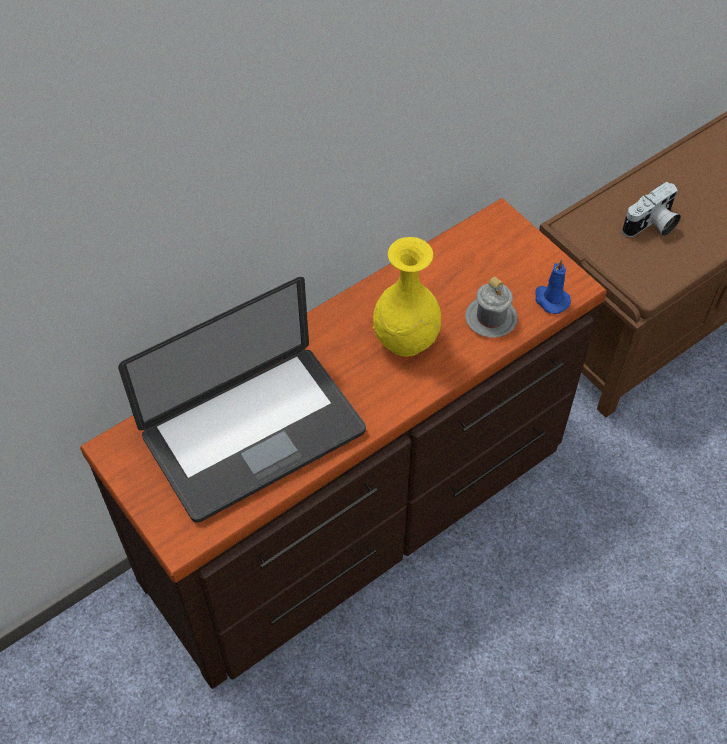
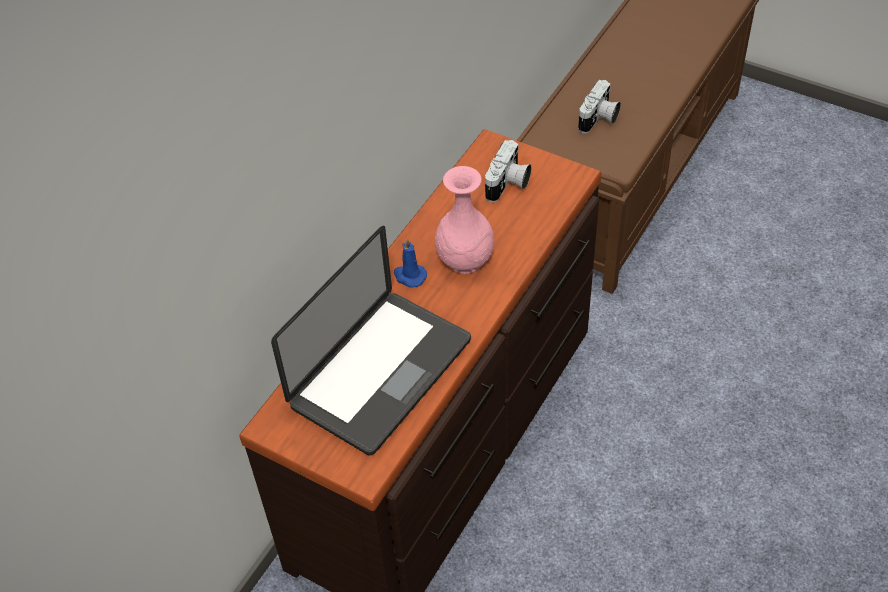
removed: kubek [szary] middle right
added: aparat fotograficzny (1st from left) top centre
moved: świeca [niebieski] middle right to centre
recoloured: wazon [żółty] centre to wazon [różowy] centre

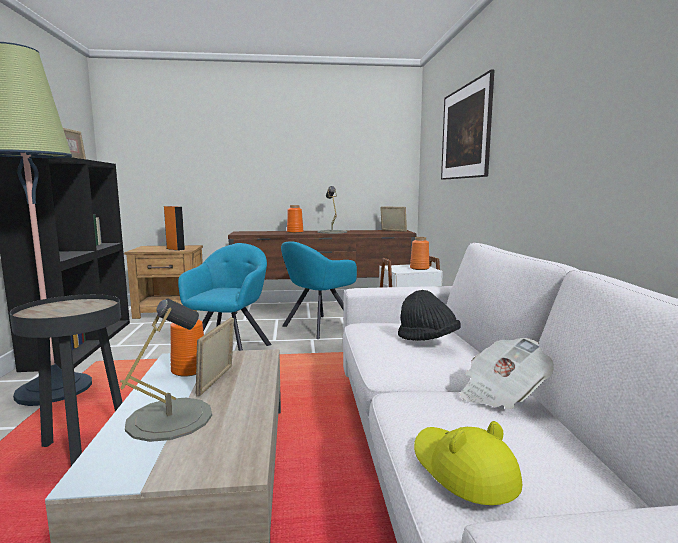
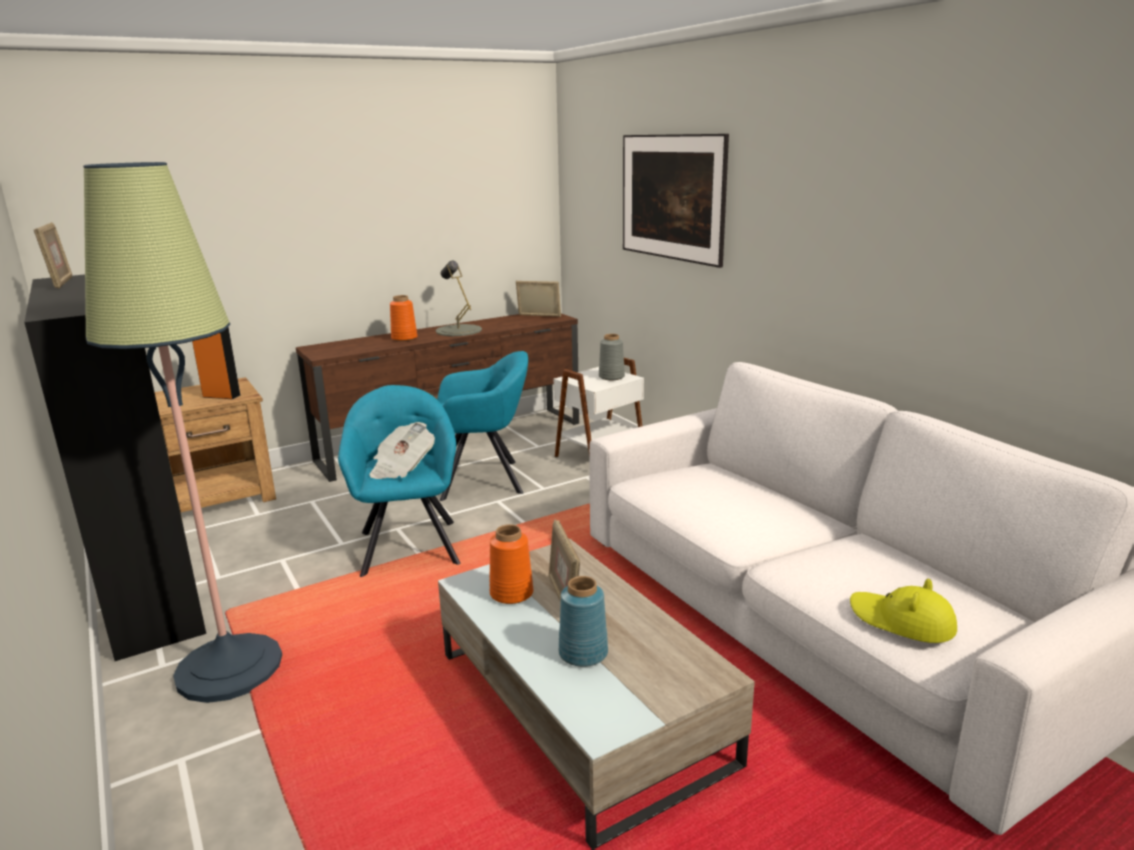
removed: stolik [czarny] bottom left; kapelusz [czarny] centre
moved: gazeta bottom right to centre
replaced: lampa stołowa [szary] (1st from left) bottom left to wazon [niebieski] bottom centre
recoloured: wazon [pomarańczowy] (3rd from left) centre to wazon [szary] centre
turned: fotel [turkusowy] (2nd from left) centre = centre 120 degrees counterclockwise

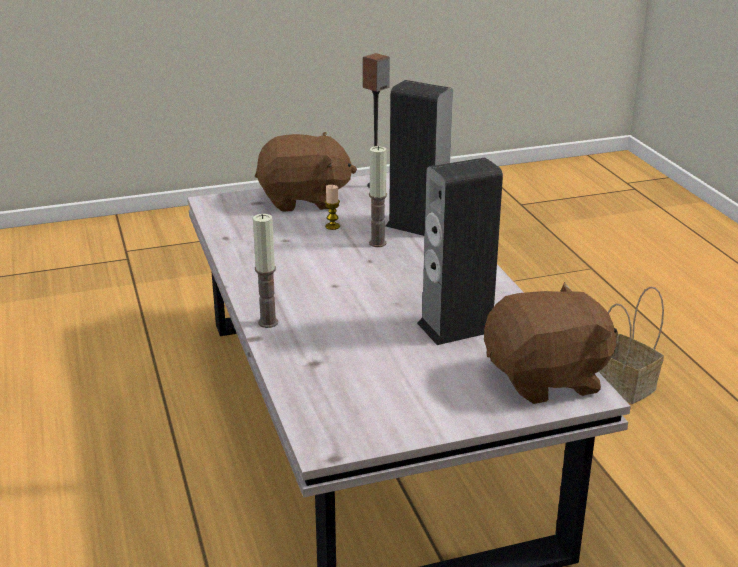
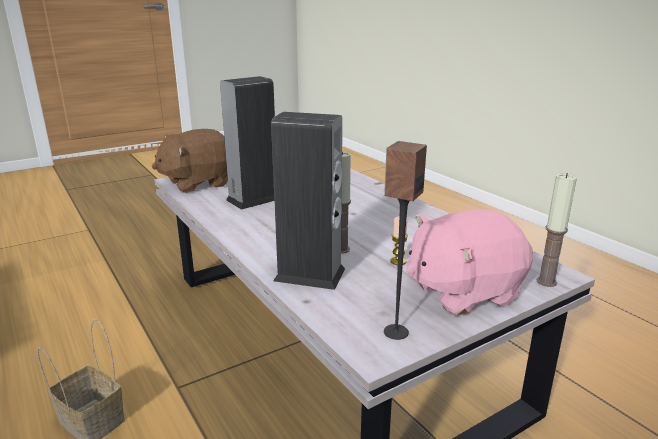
moved: świeca (1st from left in the first image) centre to świeca (3rd from left) middle right
recoloured: pluszak [brązowy] (1st from left) top centre to pluszak [różowy] middle right

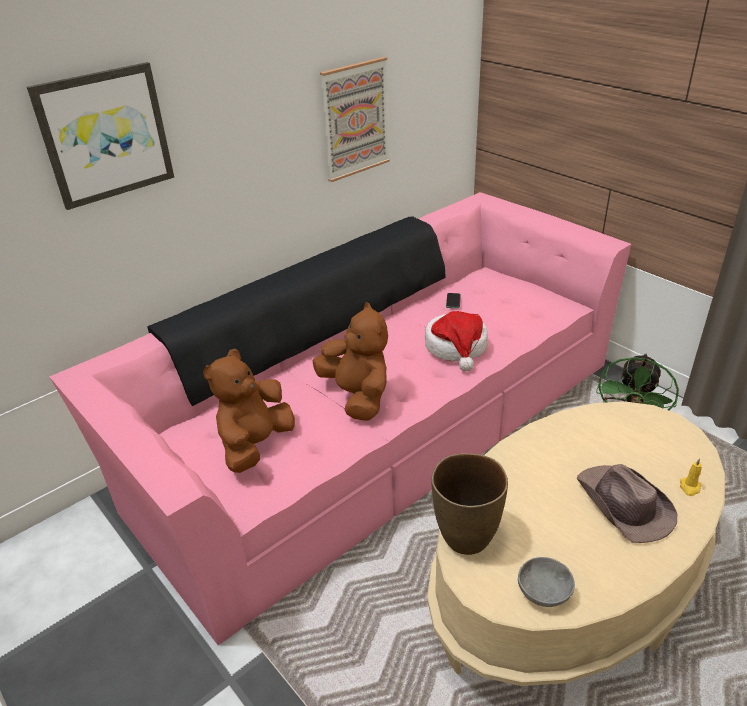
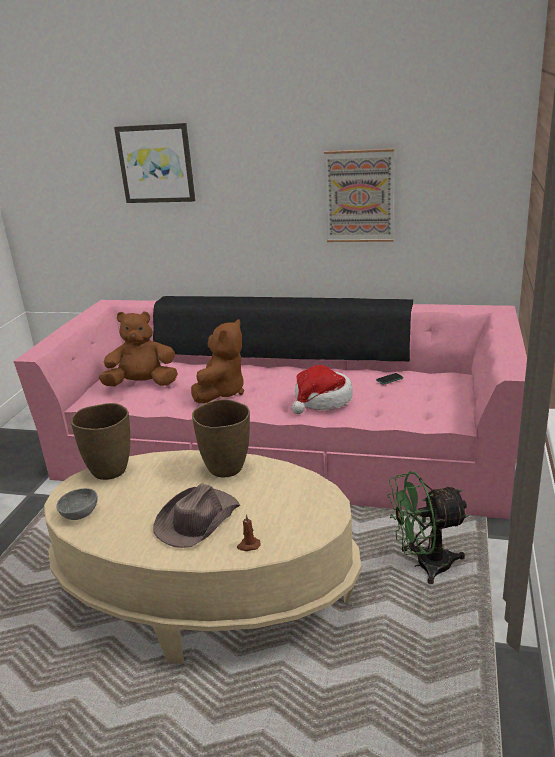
added: wazon [brązowy] (2nd from left) centre
recoloured: świeca [żółty] bottom right to świeca [brązowy] bottom centre

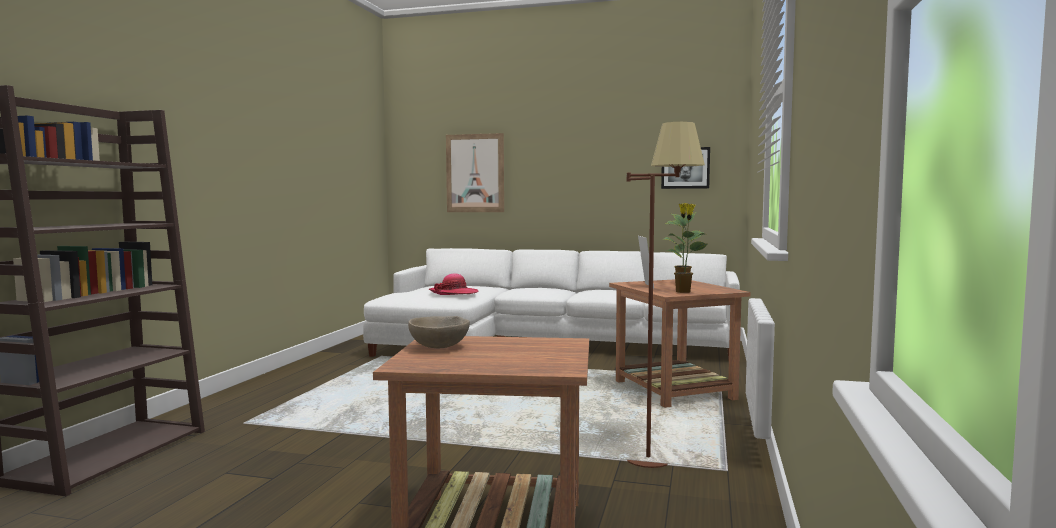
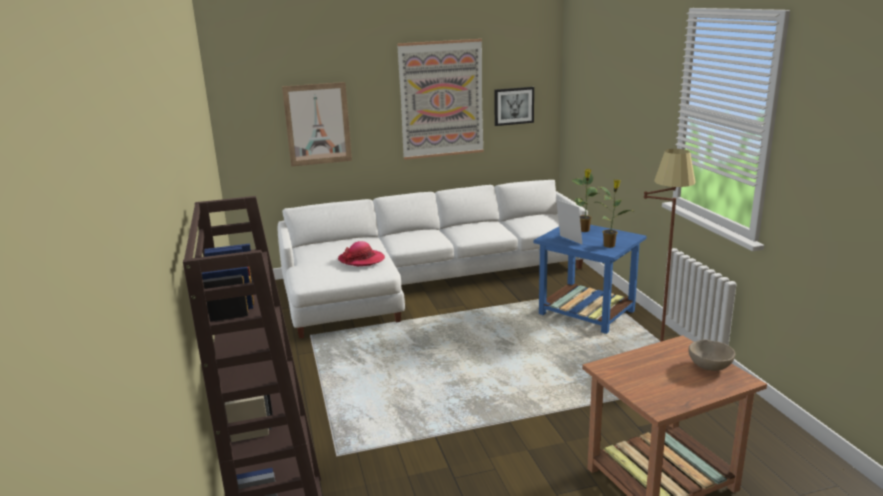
added: obraz (2nd from left) top centre
moved: miska [beżowy] centre to bottom right
recoloured: stolik [brązowy] (2nd from left) centre to stolik [niebieski] middle right

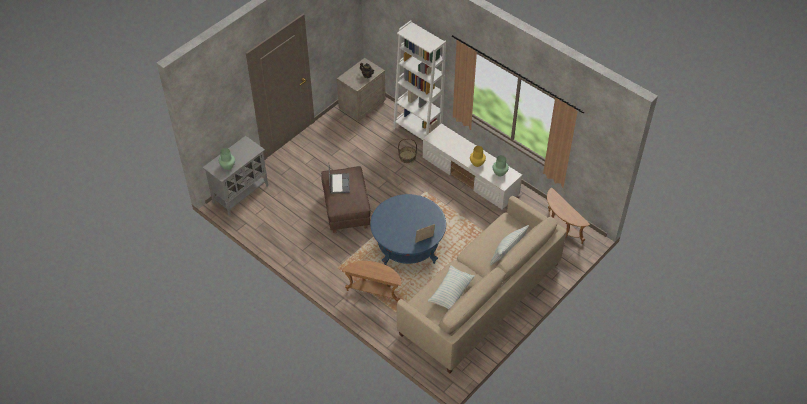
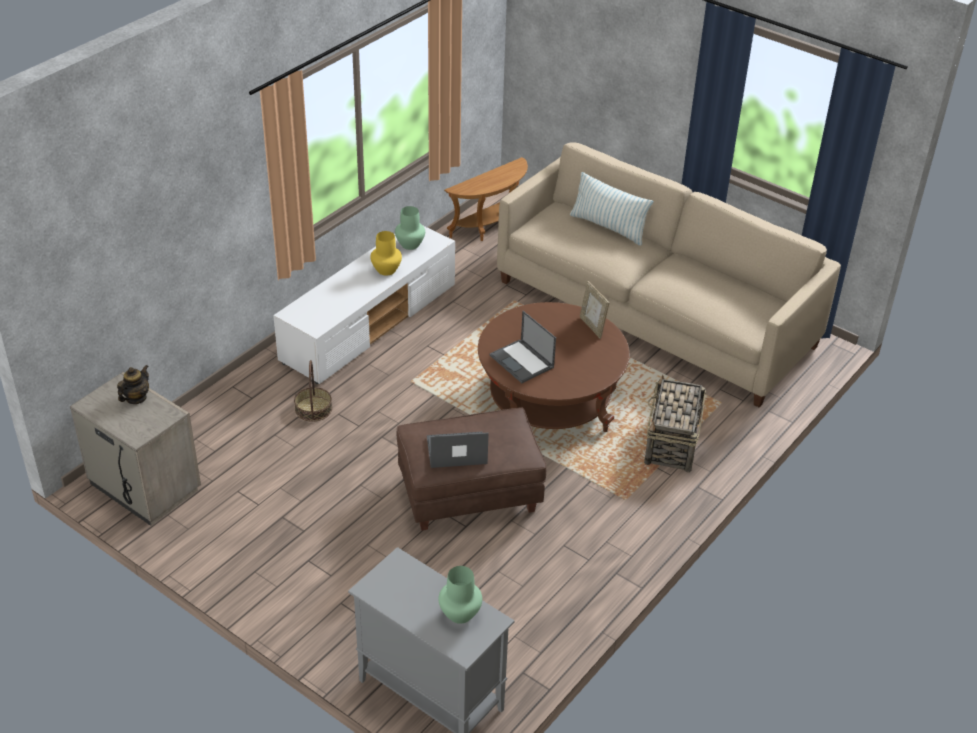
removed: regał [biały] top centre; poduszka (1st from left) bottom centre
added: laptop (2nd from left) centre
replaced: stolik [brązowy] (1st from left) bottom centre to koszyk (2nd from left) middle right
recoloured: ława [niebieski] centre to ława [brązowy] centre

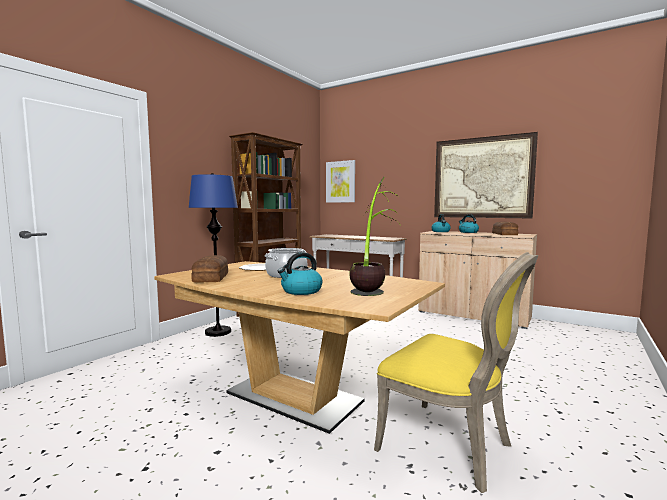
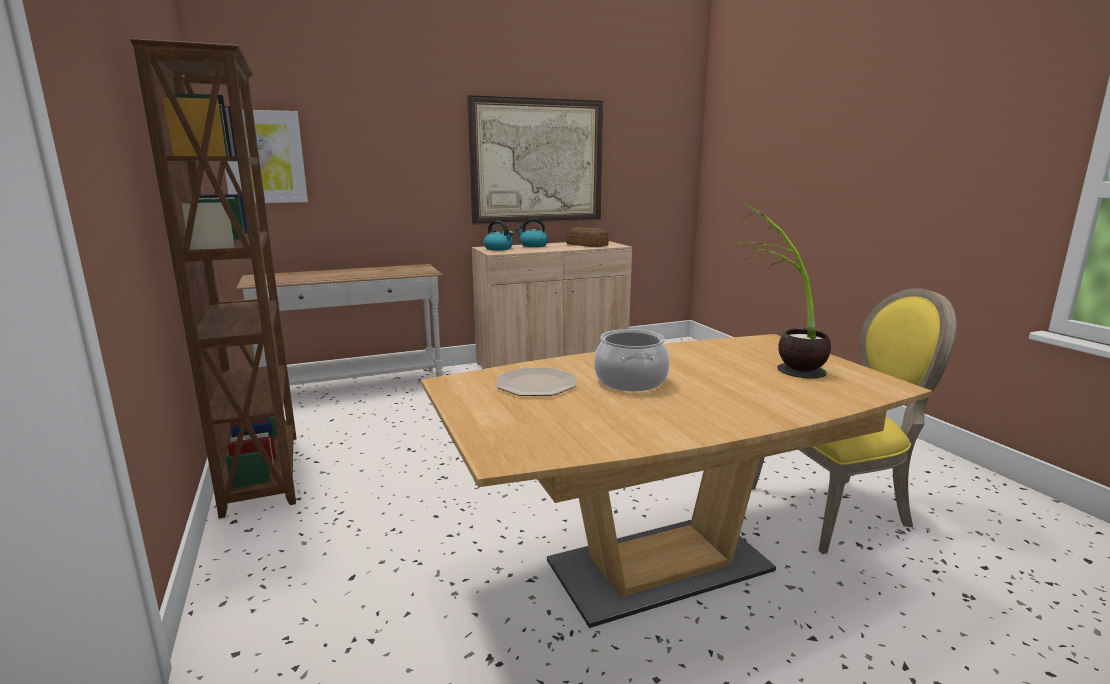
removed: lampa stojąca [niebieski] middle left; chleb (1st from left) middle left; czajnik (1st from left) centre

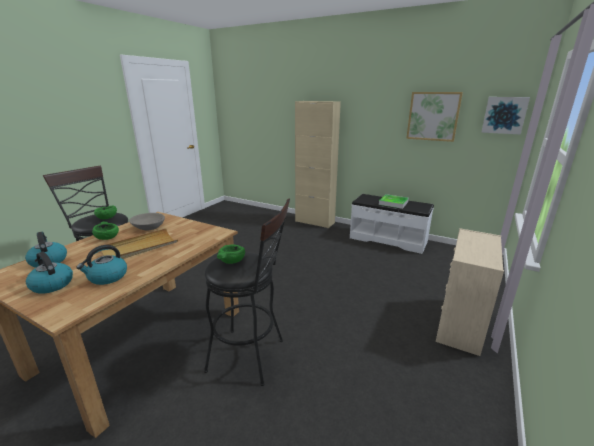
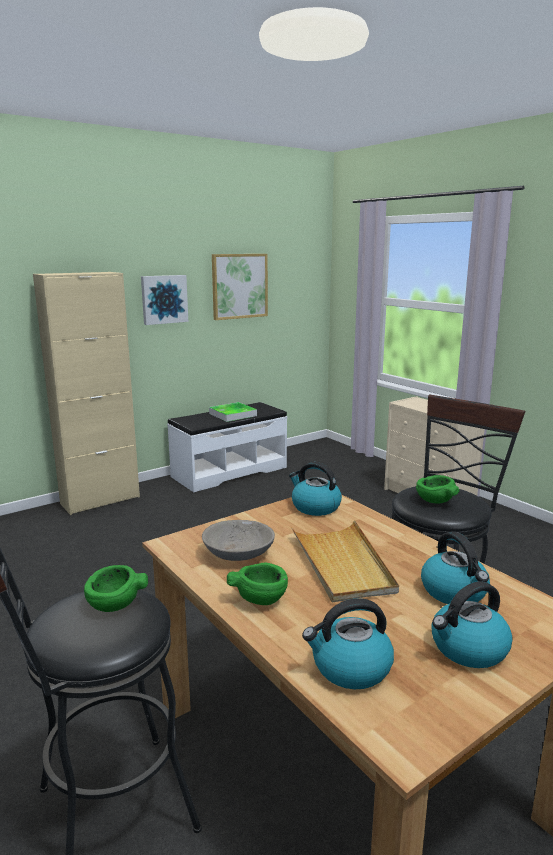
added: czajnik (1st from left) centre
moved: obraz (2nd from left in the first image) top right to obraz (1st from left) middle left

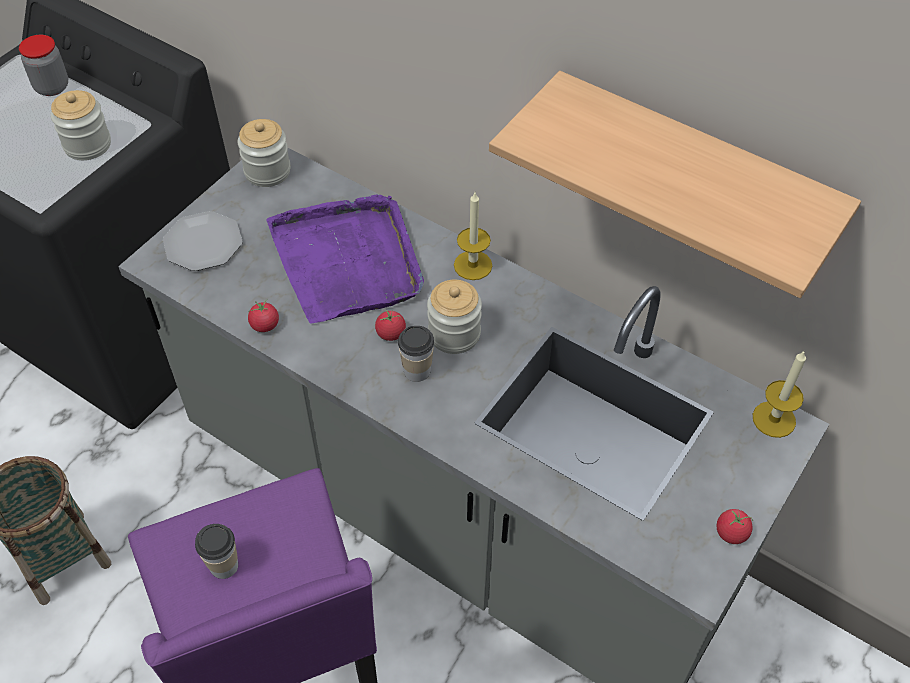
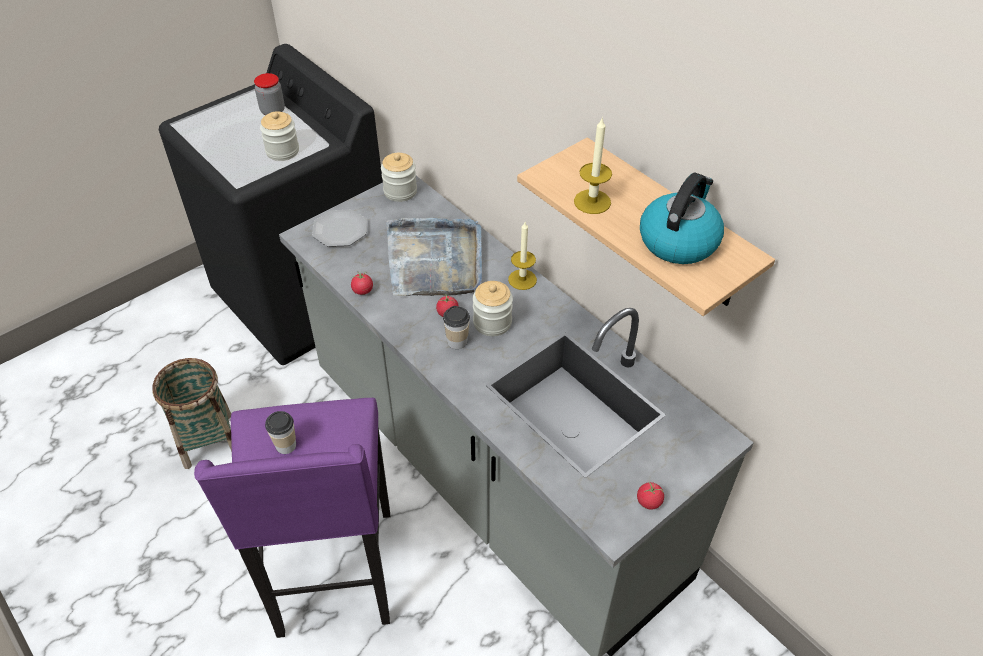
added: czajnik top right
moved: świeca (2nd from left) middle right to top centre
recoloured: taca [fioletowy] centre to taca [szary] centre

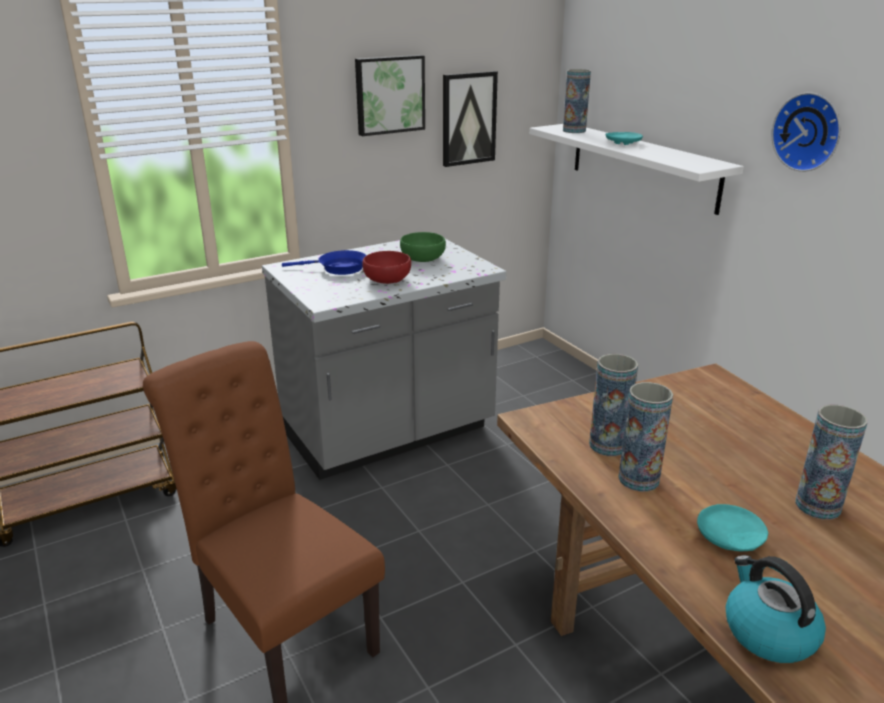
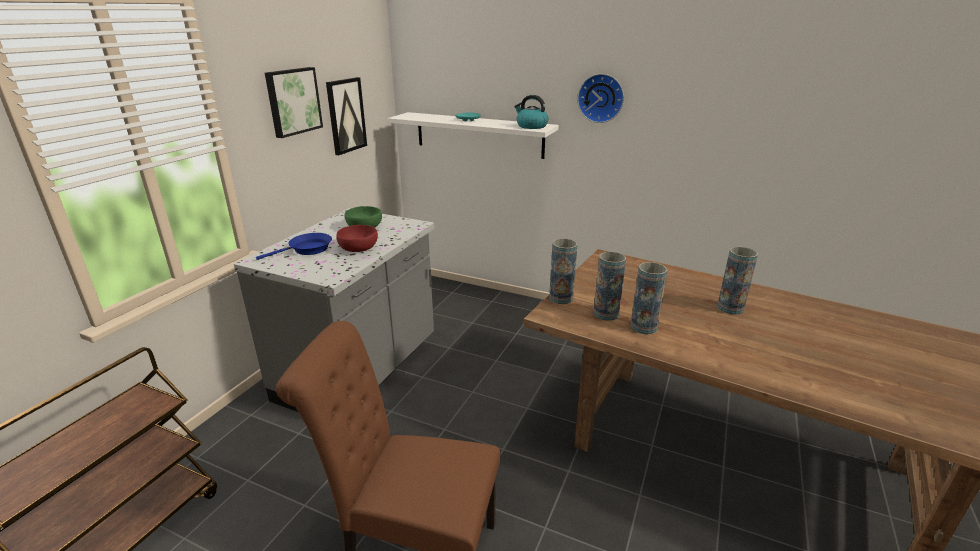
removed: talerz [turkusowy] (2nd from left) bottom right
moved: wazon (1st from left) top centre to centre; czajnik bottom right to top centre

